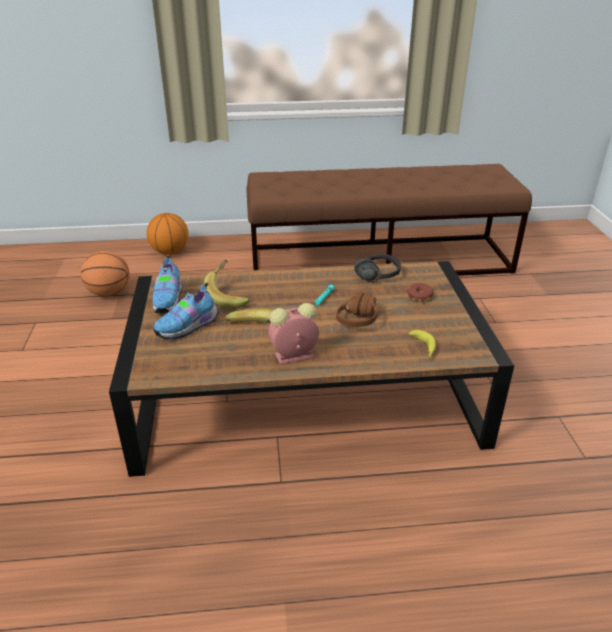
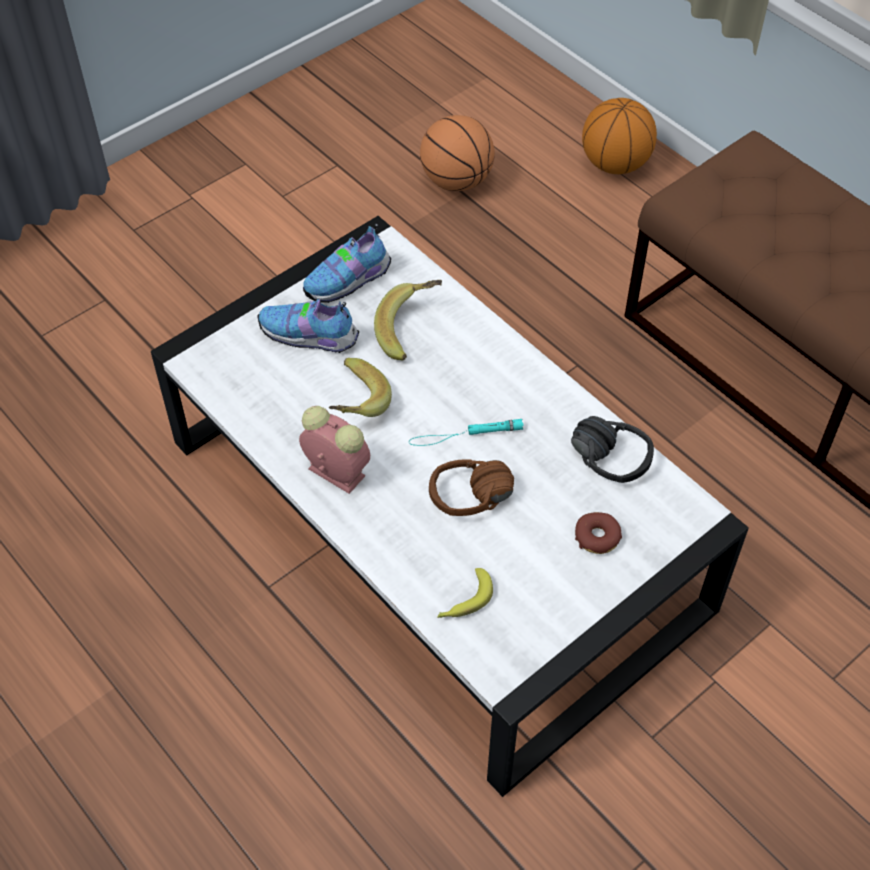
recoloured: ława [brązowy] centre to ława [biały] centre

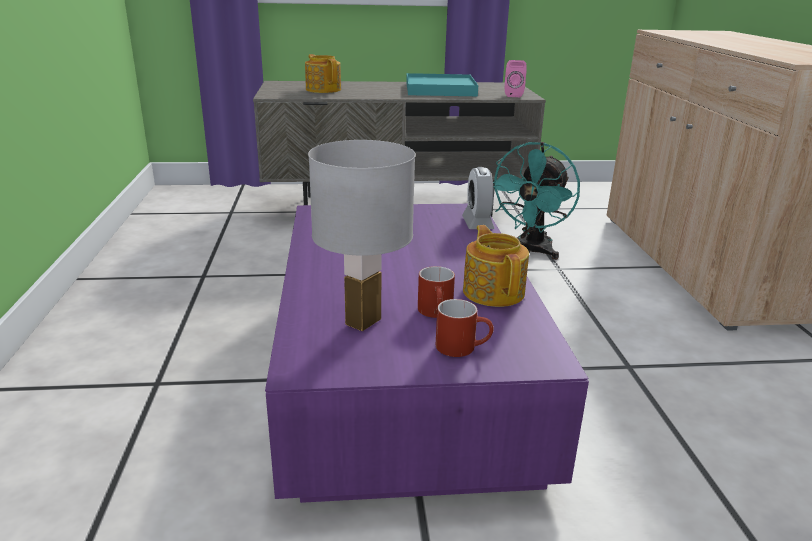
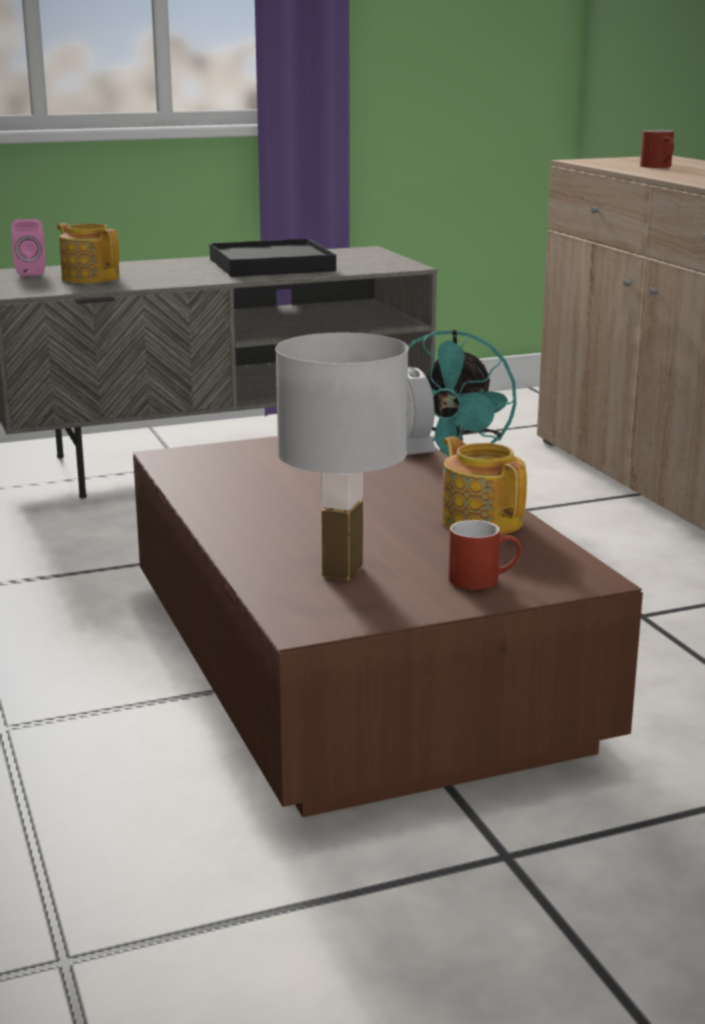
moved: kubek [czerwony] (1st from left in the first image) centre to kubek [czerwony] (2nd from left) top right; głośnik [różowy] top centre to top left
recoloured: ława [fioletowy] centre to ława [brązowy] centre; taca [turkusowy] top centre to taca [czarny] top centre

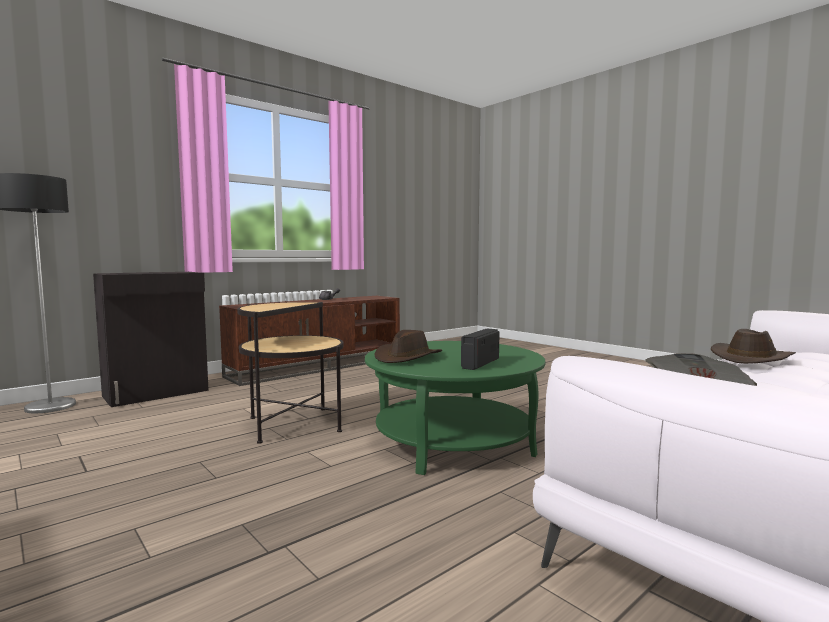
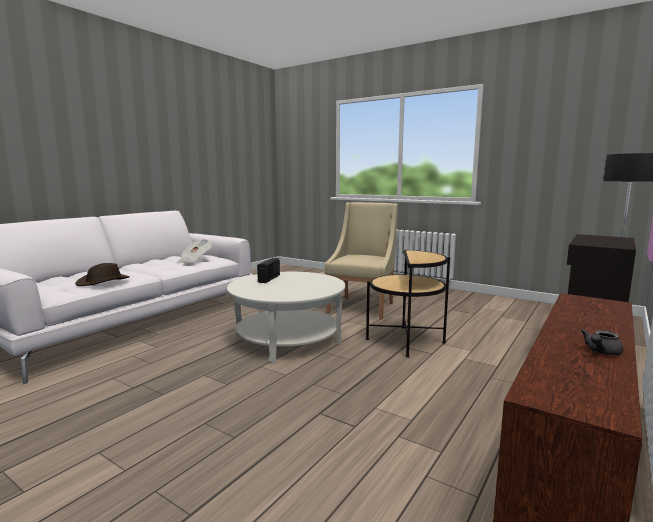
removed: kapelusz [brązowy] (1st from left) centre
added: fotel [beżowy] centre
recoloured: ława [zielony] centre to ława [biały] centre

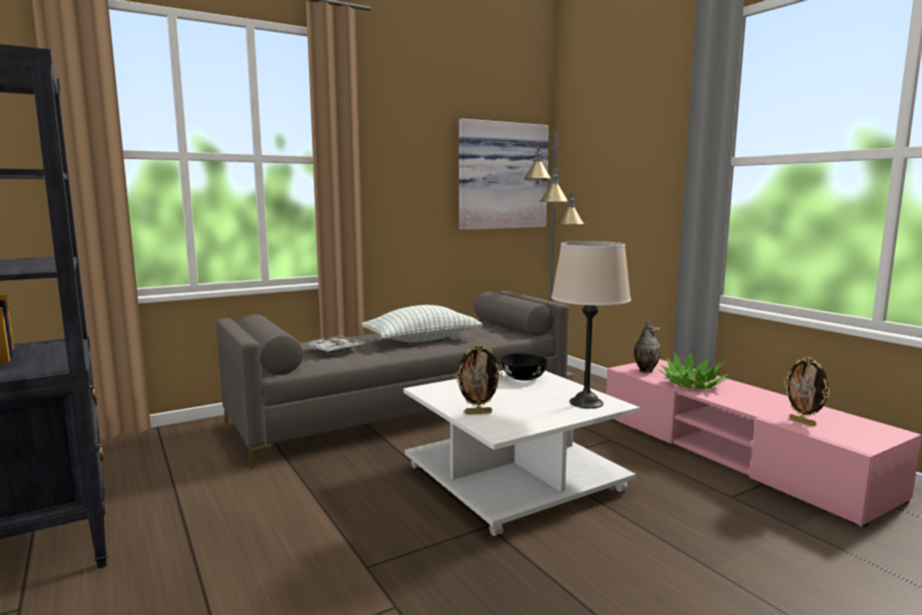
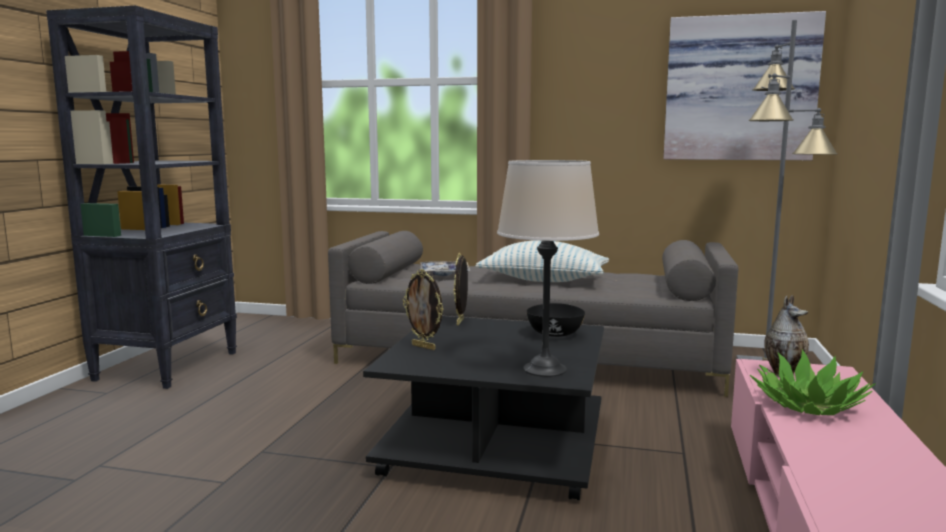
moved: ramka na zdjęcie (2nd from left) middle right to centre
recoloured: ława [biały] bottom centre to ława [czarny] bottom centre

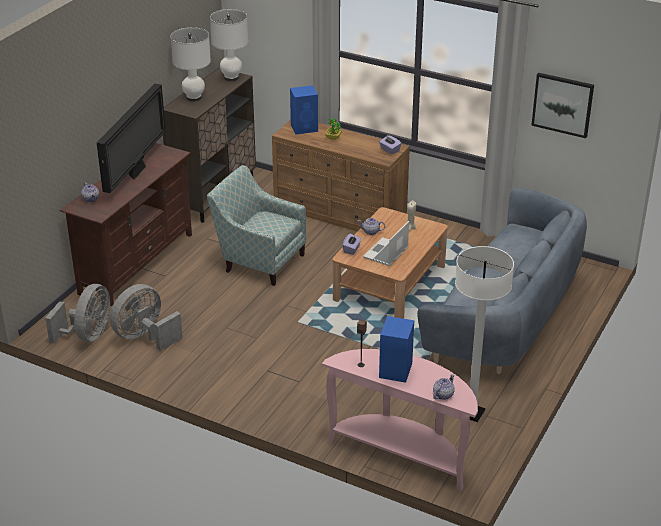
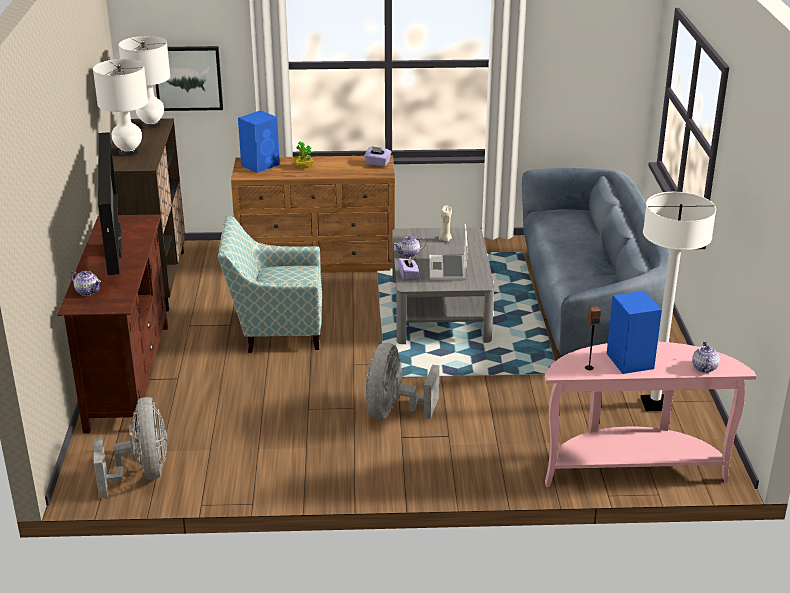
moved: wentylator [szary] (2nd from left) middle left to centre; obraz top right to top left
recoloured: ława [brązowy] centre to ława [szary] centre

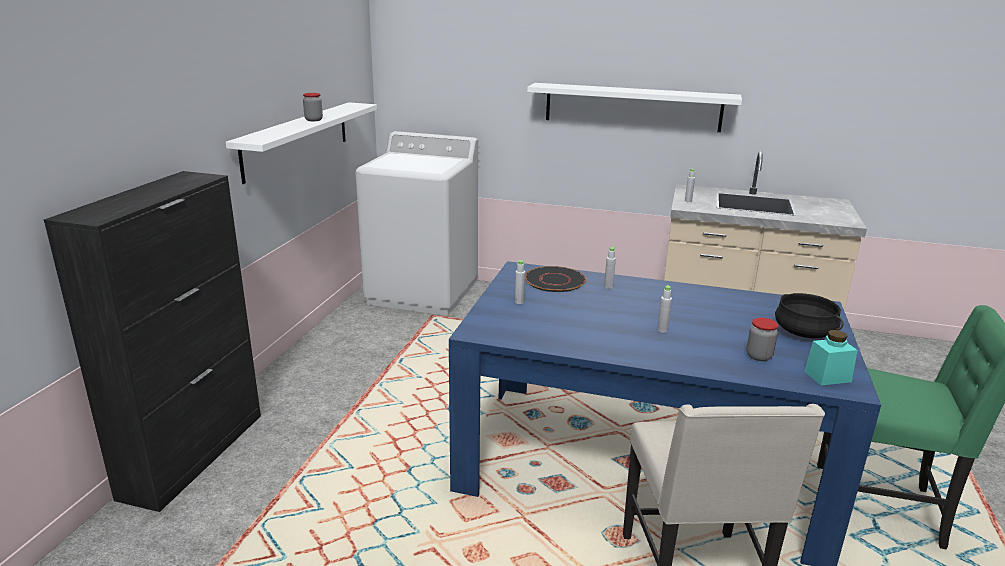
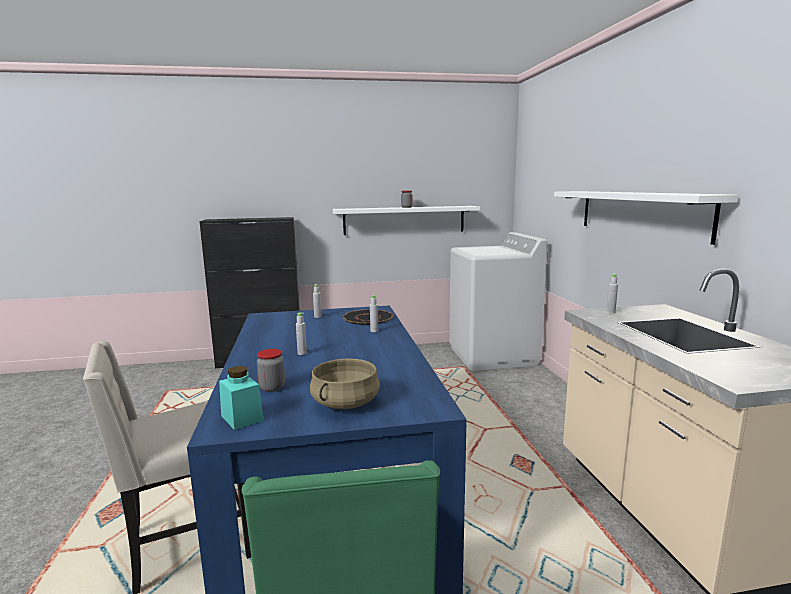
recoloured: garnek [czarny] middle right to garnek [beżowy] centre

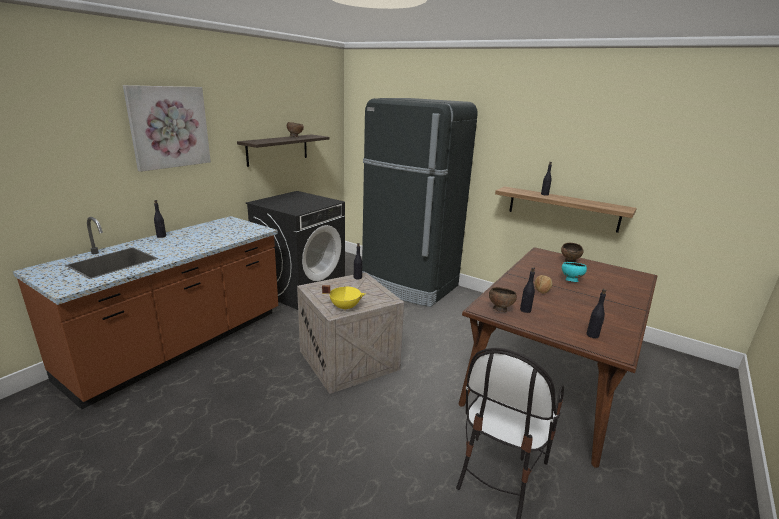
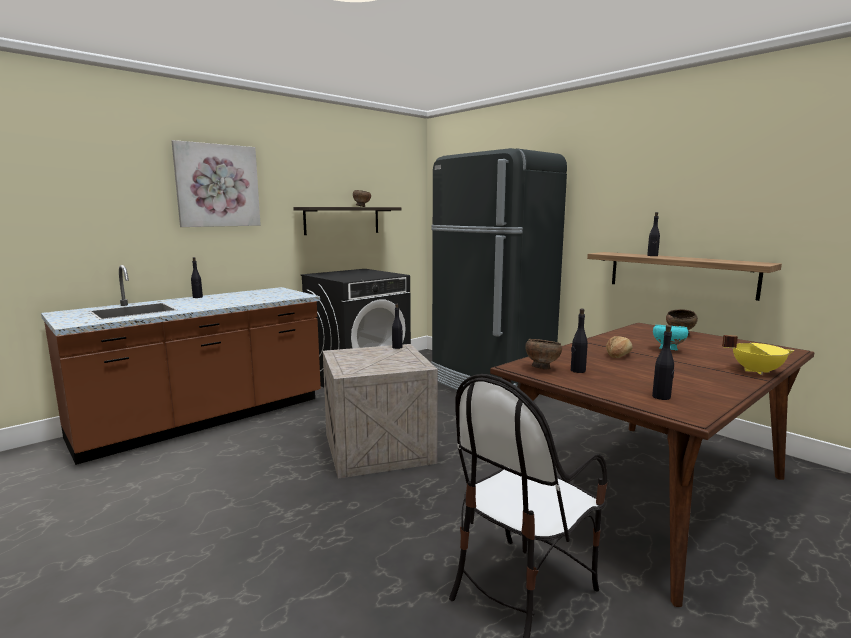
moved: garnek [żółty] centre to middle right

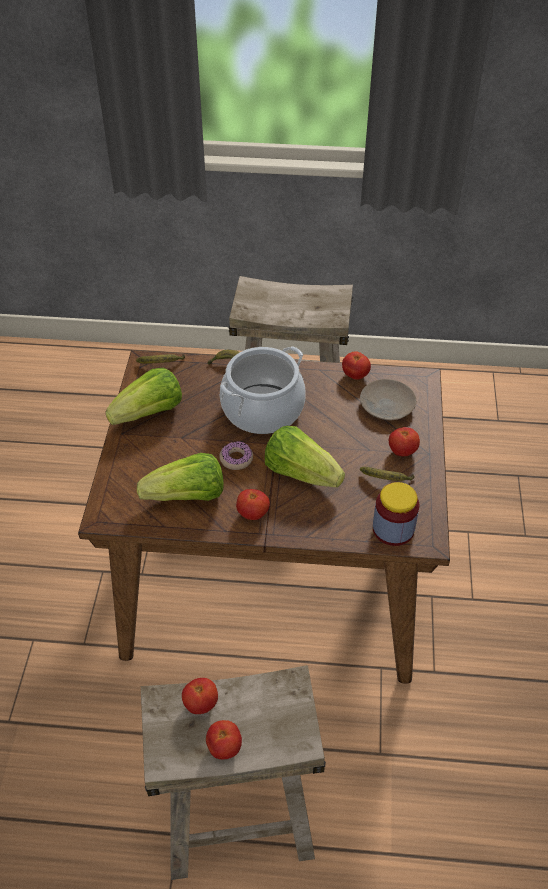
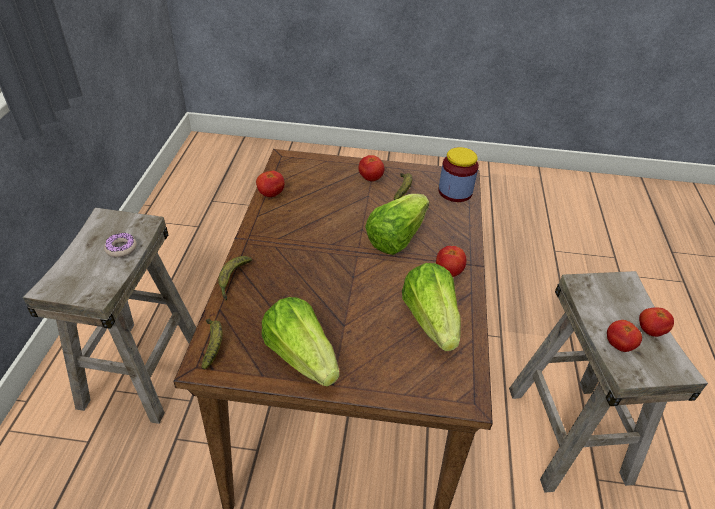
removed: garnek centre; talerz [beżowy] middle right
moved: donut centre to middle left

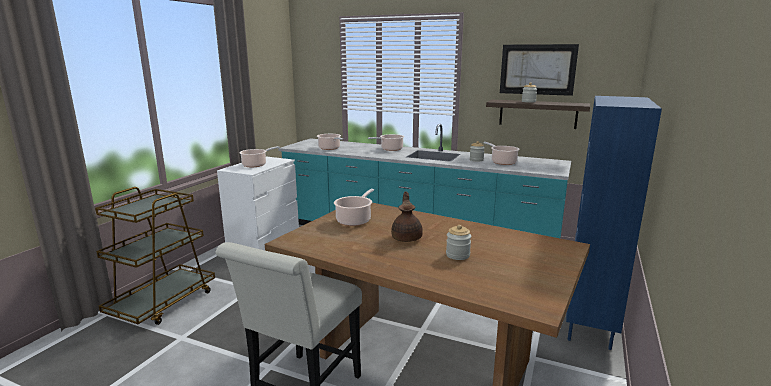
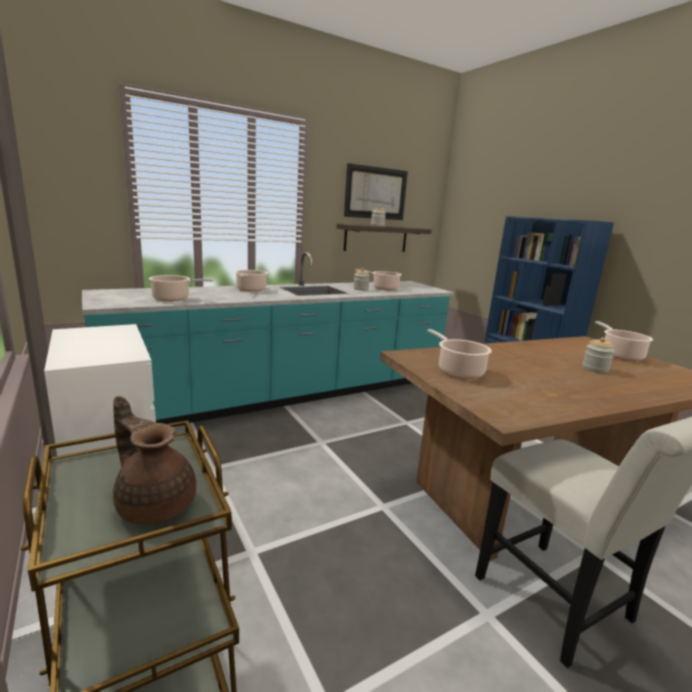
moved: garnek (1st from left in the first image) centre to garnek (5th from left) middle right; imbryk [brązowy] centre to middle left

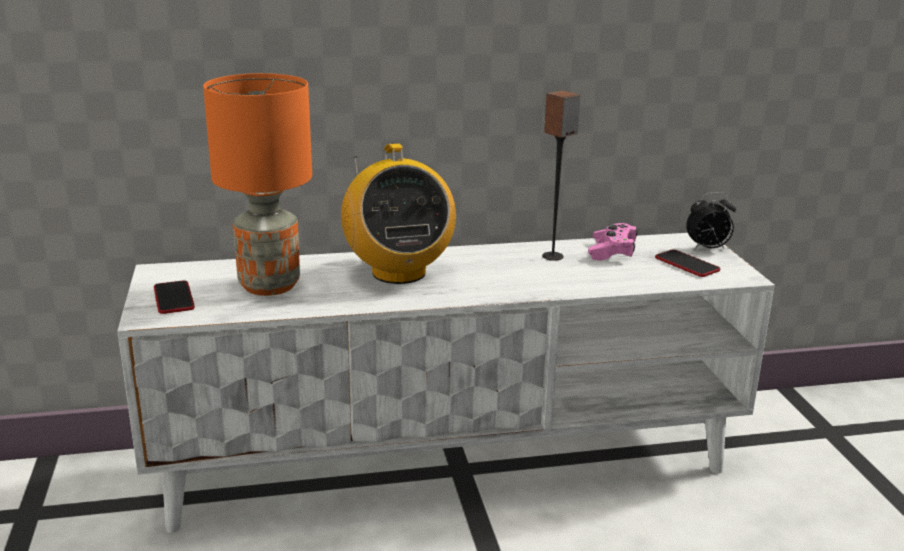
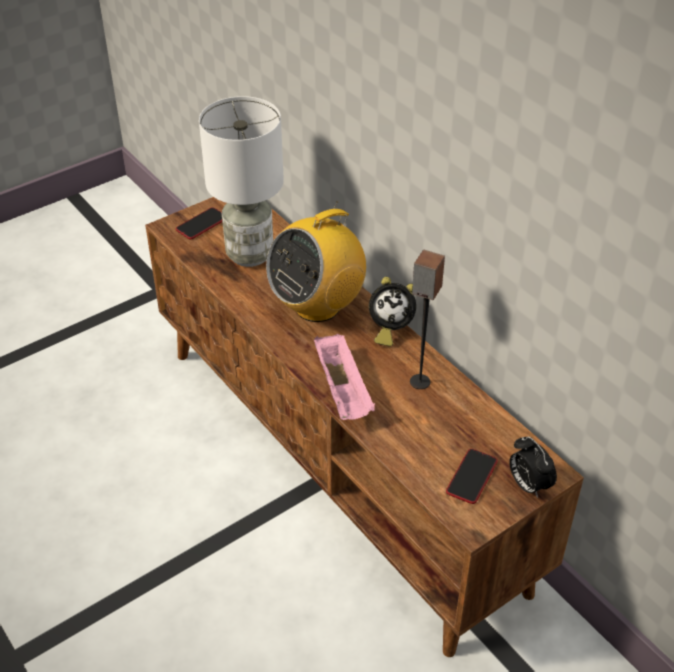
removed: pad do gier [różowy] middle right
added: taca [różowy] centre; budzik (1st from left) centre
recoloured: szafka pod telewizor [biały] bottom centre to szafka pod telewizor [brązowy] centre; lampa stołowa [pomarańczowy] middle left to lampa stołowa [biały] top centre

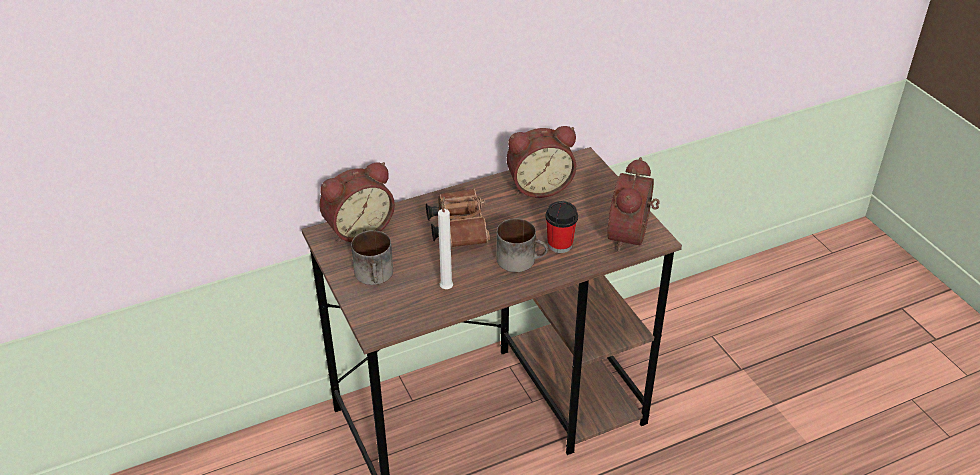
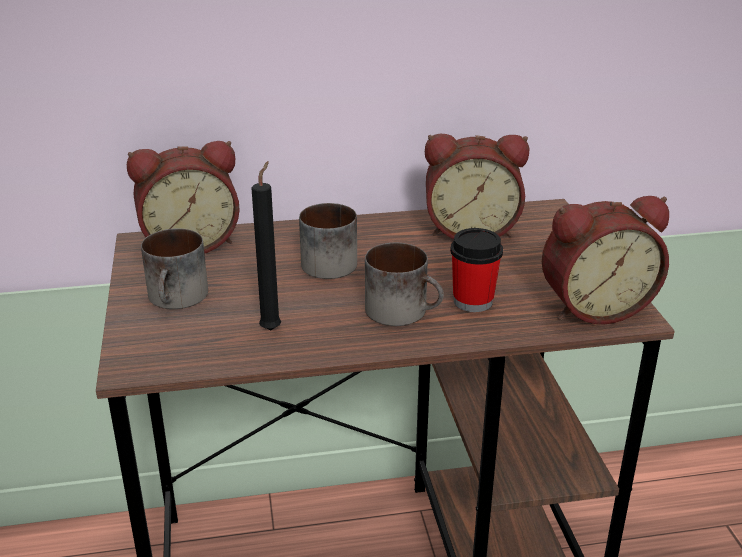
replaced: lornetka [brązowy] centre to kubek (2nd from left) centre
recoloured: świeca [biały] centre to świeca [czarny] centre
turned: budzik (3rd from left) centre = middle right 135 degrees counterclockwise

